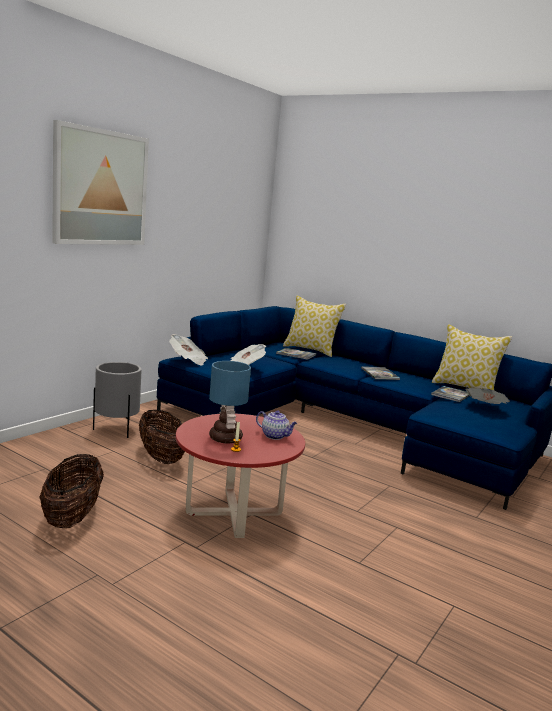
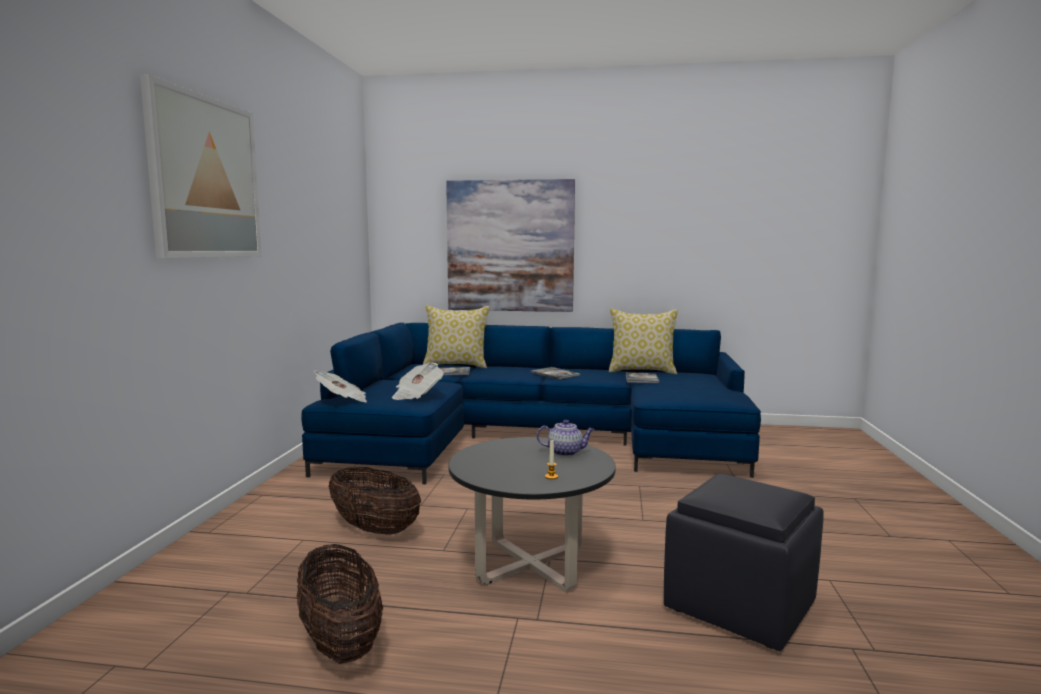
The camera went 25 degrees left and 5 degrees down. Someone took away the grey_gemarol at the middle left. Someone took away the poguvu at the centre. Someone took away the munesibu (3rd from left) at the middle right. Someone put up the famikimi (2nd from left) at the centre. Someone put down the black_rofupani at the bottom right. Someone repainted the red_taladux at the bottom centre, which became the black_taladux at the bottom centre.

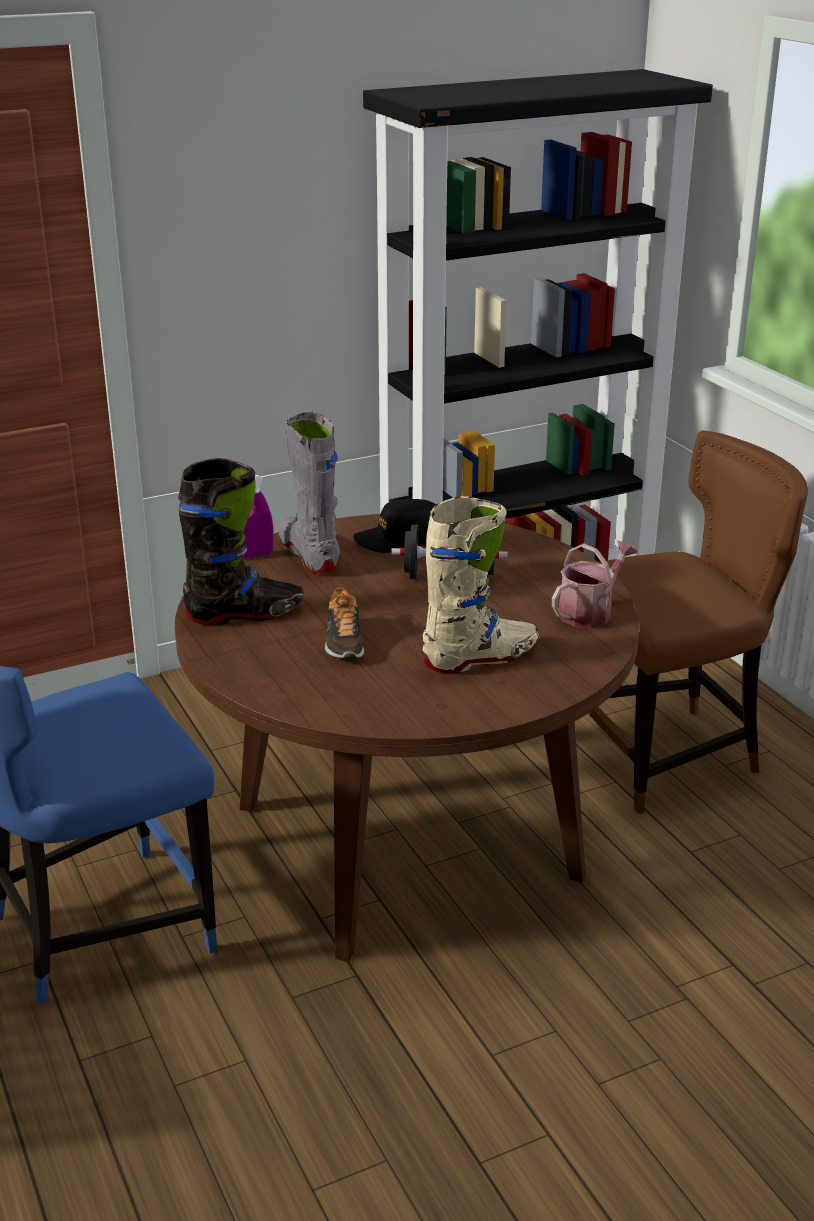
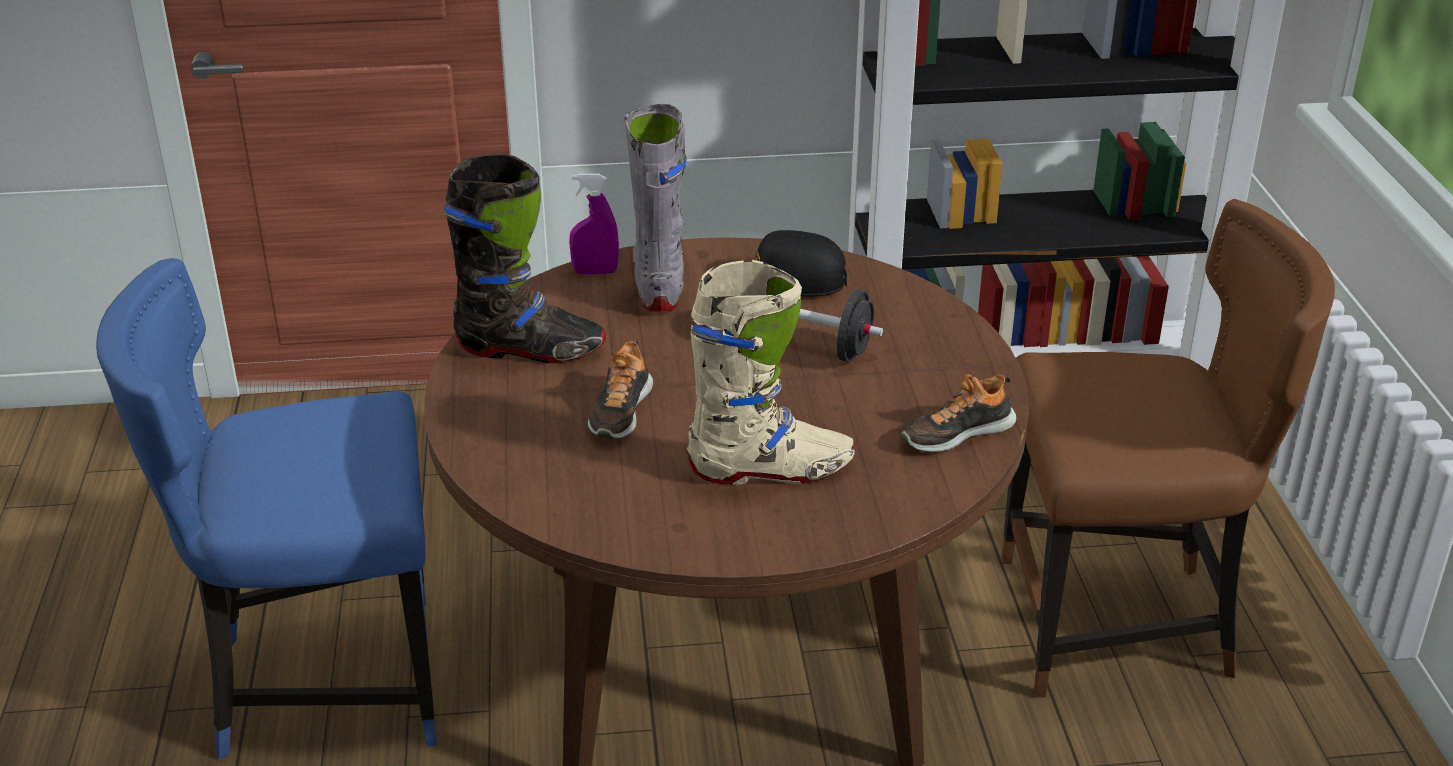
The camera went 20 degrees right and 5 degrees up. Someone swapped the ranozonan at the middle right for the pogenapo (2nd from left) at the centre.

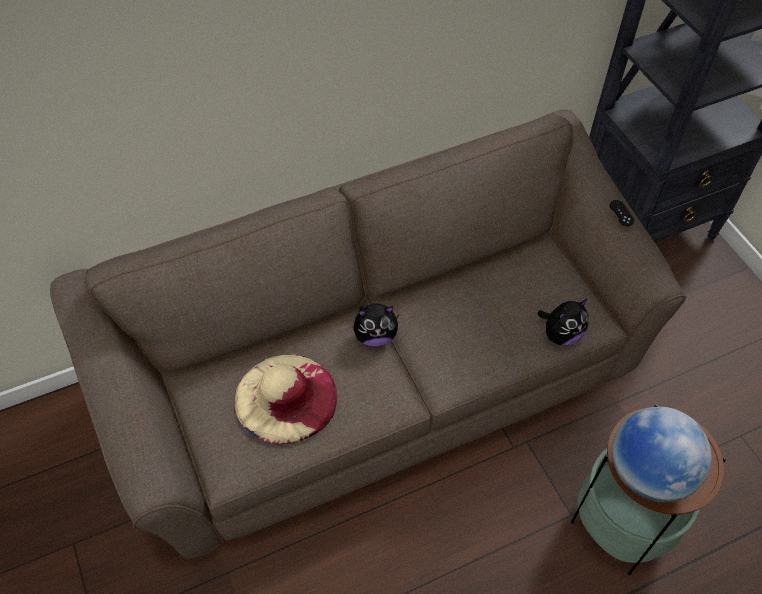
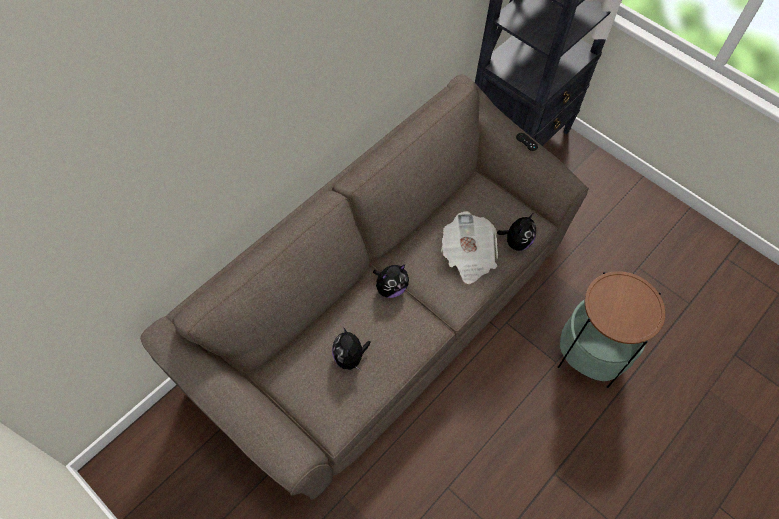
The camera went 25 degrees left and 5 degrees up. Someone took away the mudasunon at the bottom right. Someone put down the munesibu at the centre. Someone swapped the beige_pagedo at the bottom centre for the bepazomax (1st from left) at the bottom centre.

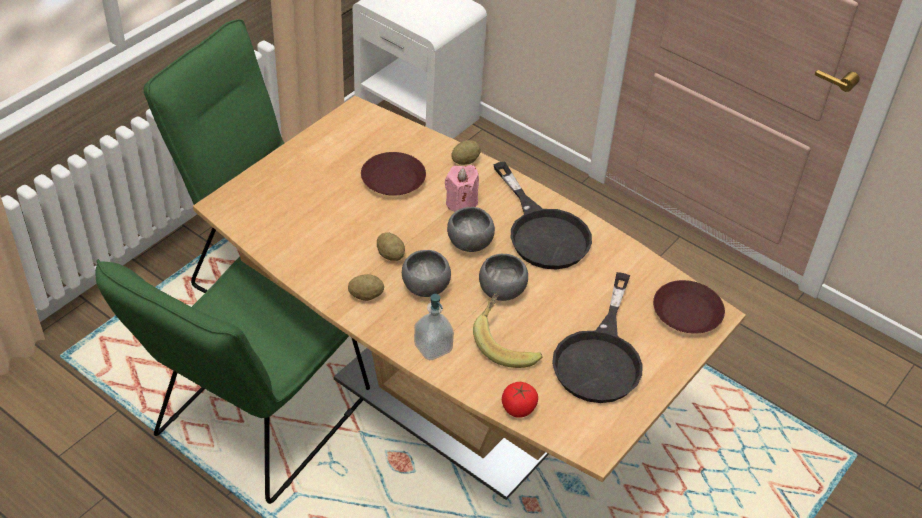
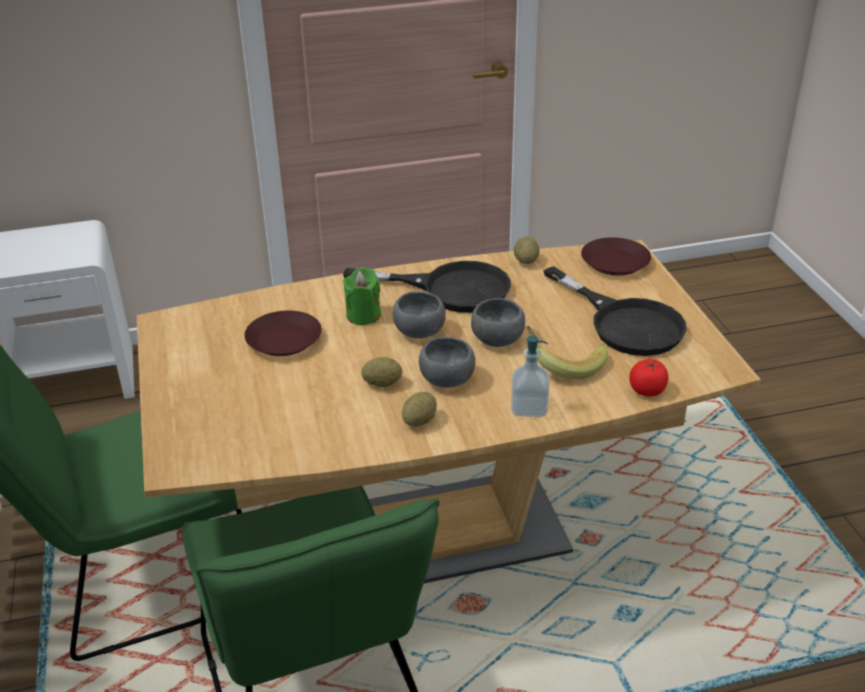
The camera went 50 degrees left and 10 degrees down. Someone carried the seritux (3rd from left) from the top centre to the centre. Someone repainted the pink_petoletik at the centre, which became the green_petoletik at the centre.

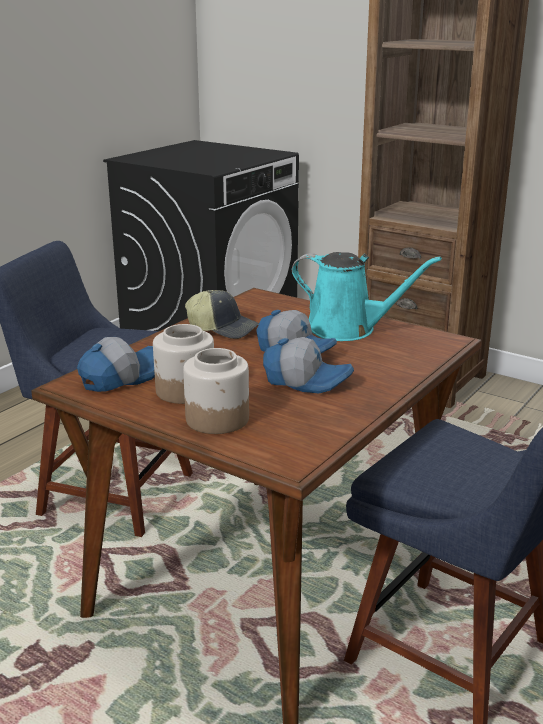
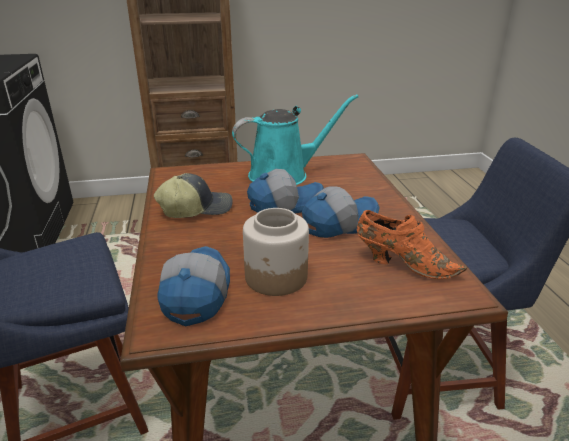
The camera went 45 degrees left and 5 degrees up. Someone took away the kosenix (2nd from left) at the centre. Someone put down the orange_pogenapo at the middle right.

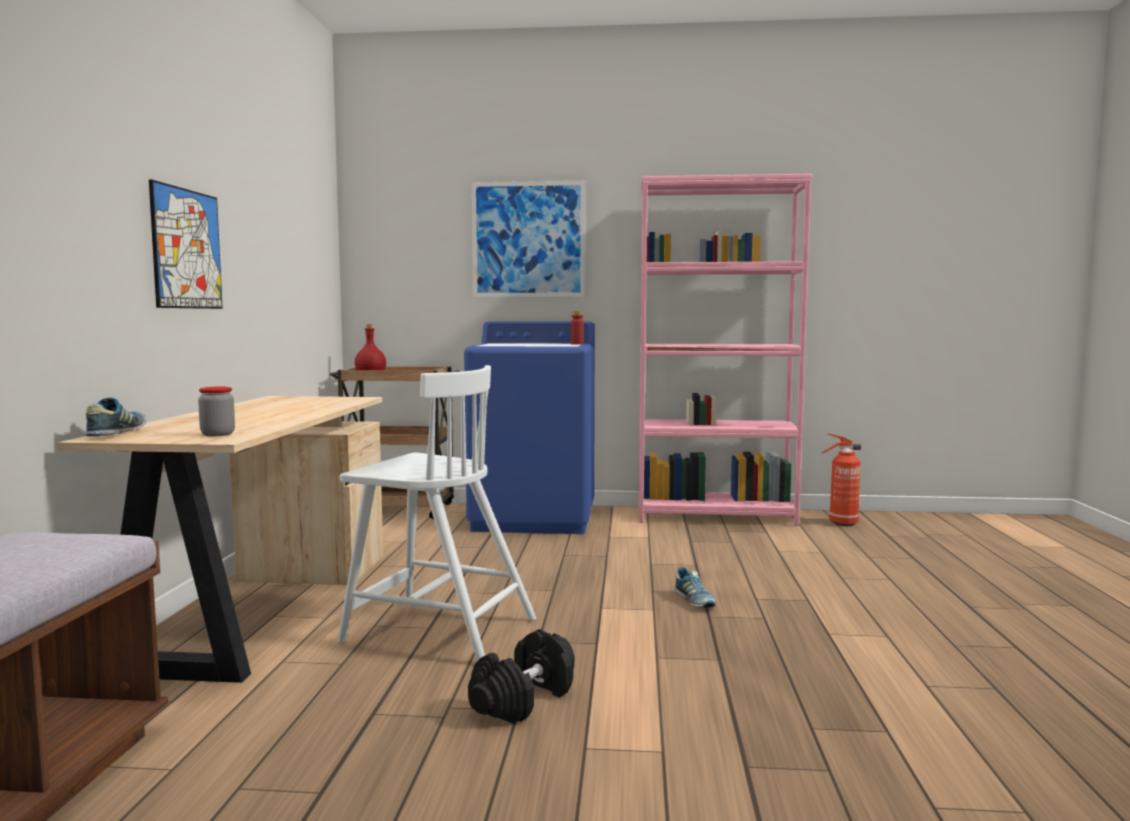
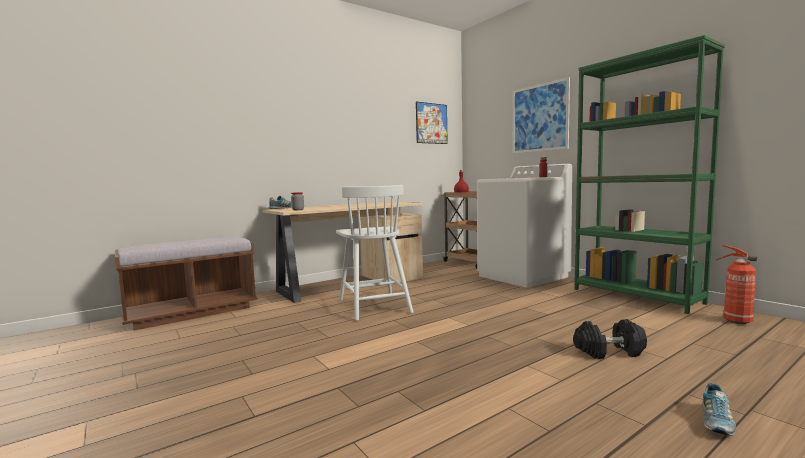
The camera went 50 degrees right and 0 degrees up. Someone carried the famikimi (1st from left) from the top left to the top centre. Someone carried the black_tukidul from the bottom centre to the bottom right. Someone carried the pogenapo (2nd from left) from the bottom centre to the bottom right. Someone repainted the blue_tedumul at the centre, which became the white_tedumul at the centre. Someone repainted the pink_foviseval at the centre, which became the green_foviseval at the middle right.

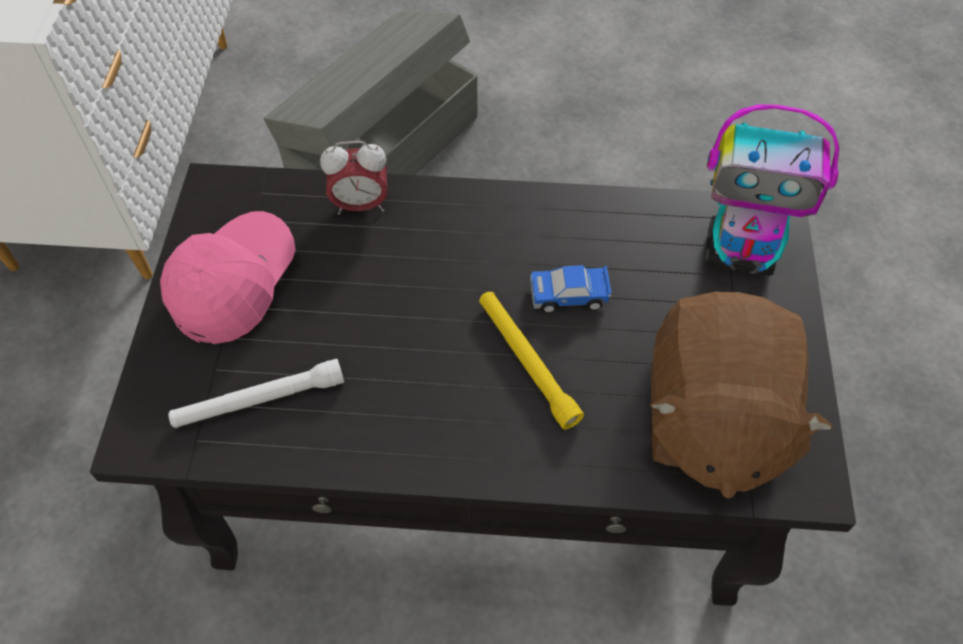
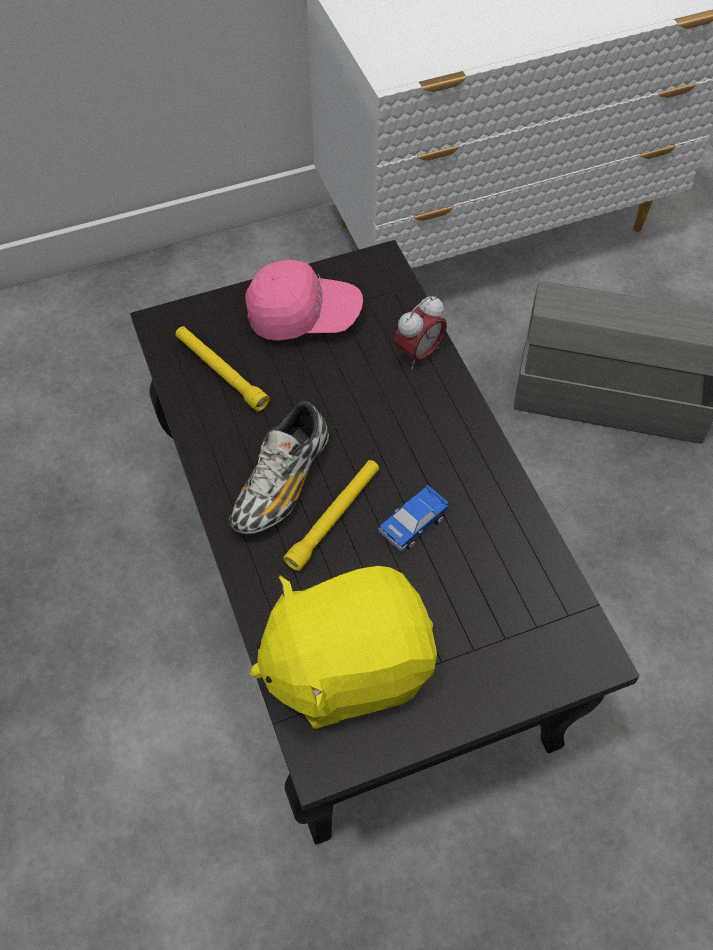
The camera went 65 degrees right and 0 degrees up. Someone took away the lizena at the top right. Someone put down the pogenapo at the centre. Someone repainted the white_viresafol at the middle left, which became the yellow_viresafol (1st from left) at the middle left. Someone repainted the brown_bepazomax at the middle right, which became the yellow_bepazomax at the bottom centre. Someone rotated the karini at the top centre by 105 degrees counterclockwise. Someone rotated the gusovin at the centre by 105 degrees counterclockwise.

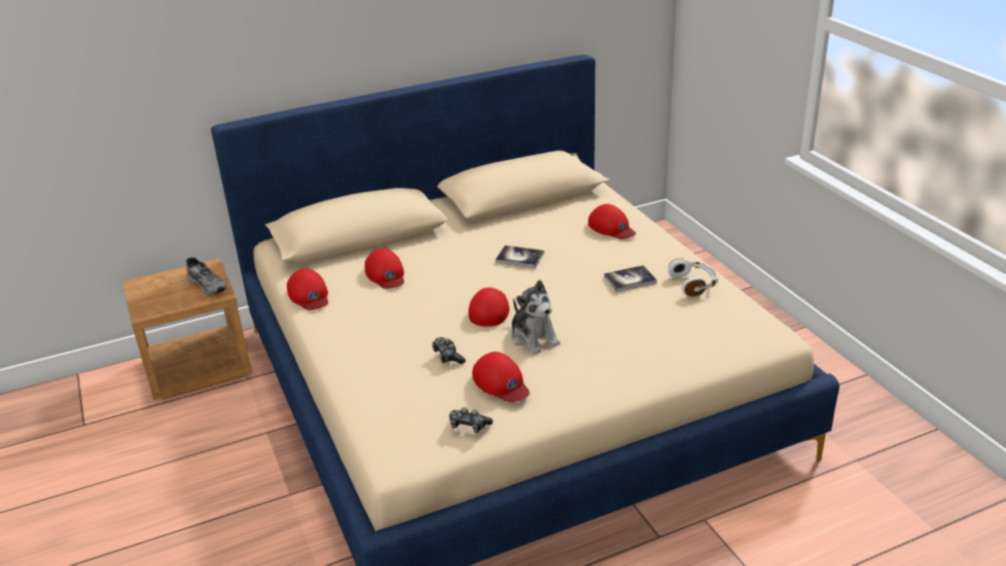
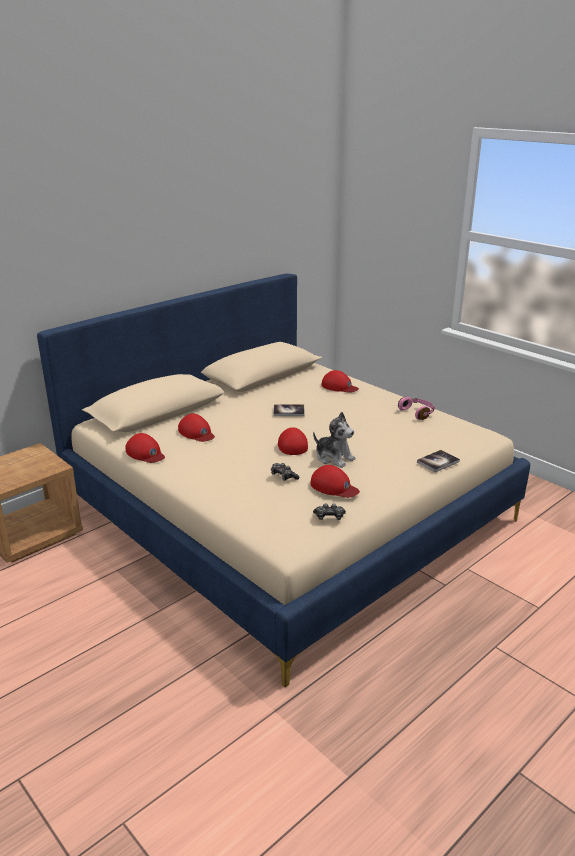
The camera went 20 degrees left and 5 degrees down. Someone took away the grey_pogenapo at the middle left. Someone carried the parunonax (2nd from left) from the centre to the middle right. Someone repainted the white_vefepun at the middle right, which became the pink_vefepun at the middle right.

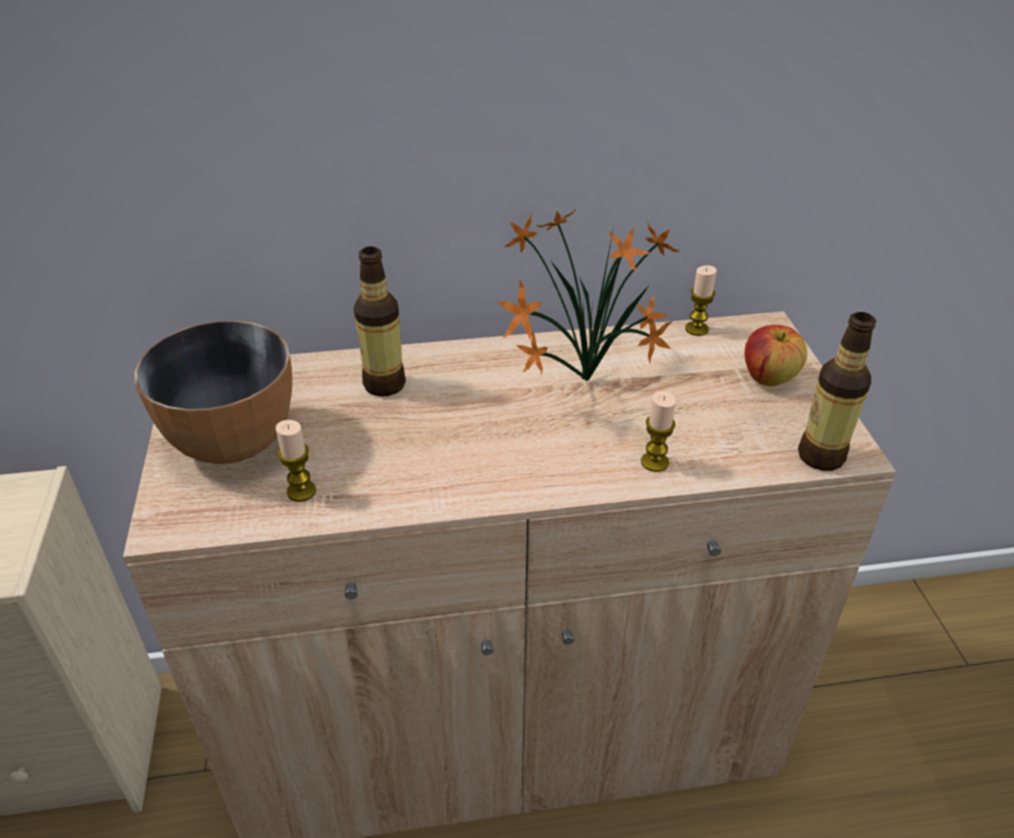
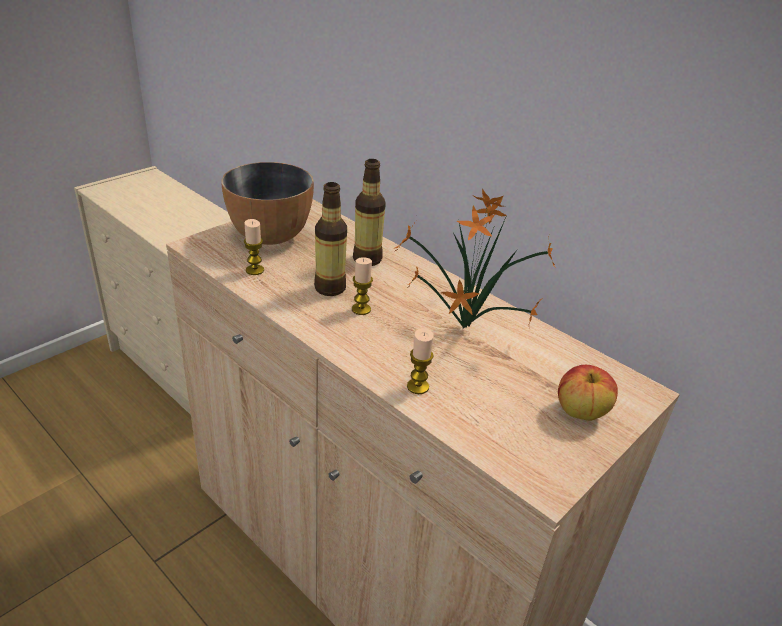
The camera went 50 degrees right and 5 degrees down. Someone carried the petoletik (3rd from left in the first image) from the middle right to the centre. Someone carried the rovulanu (2nd from left in the first image) from the middle right to the centre.

